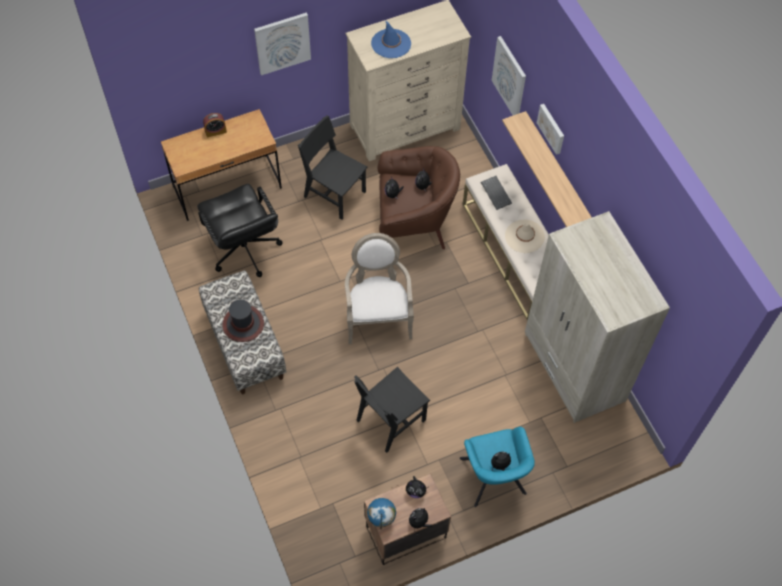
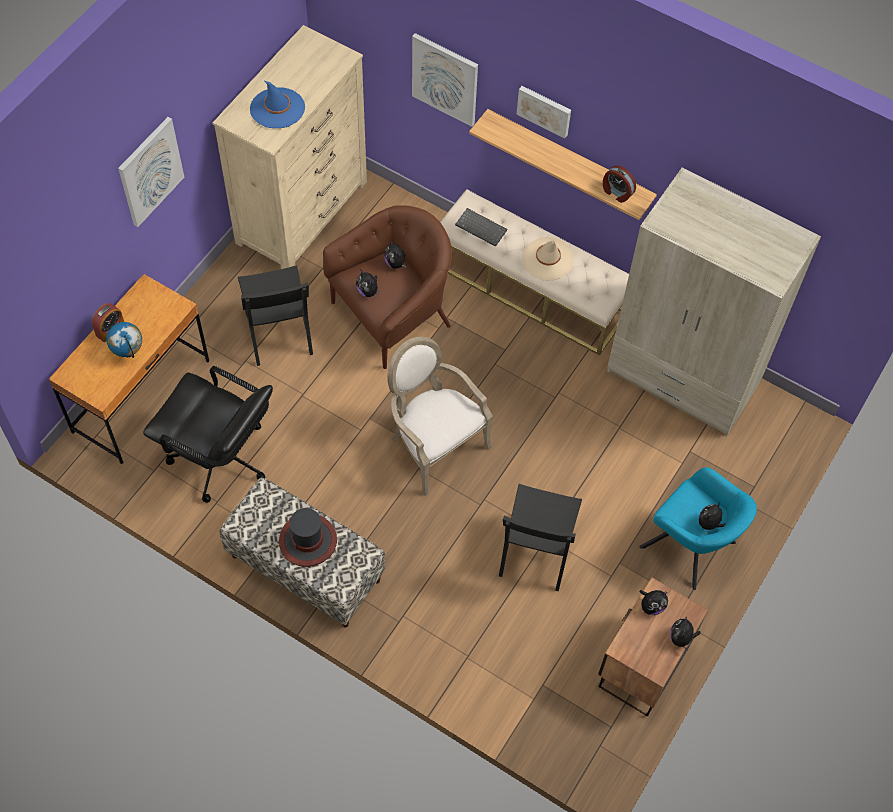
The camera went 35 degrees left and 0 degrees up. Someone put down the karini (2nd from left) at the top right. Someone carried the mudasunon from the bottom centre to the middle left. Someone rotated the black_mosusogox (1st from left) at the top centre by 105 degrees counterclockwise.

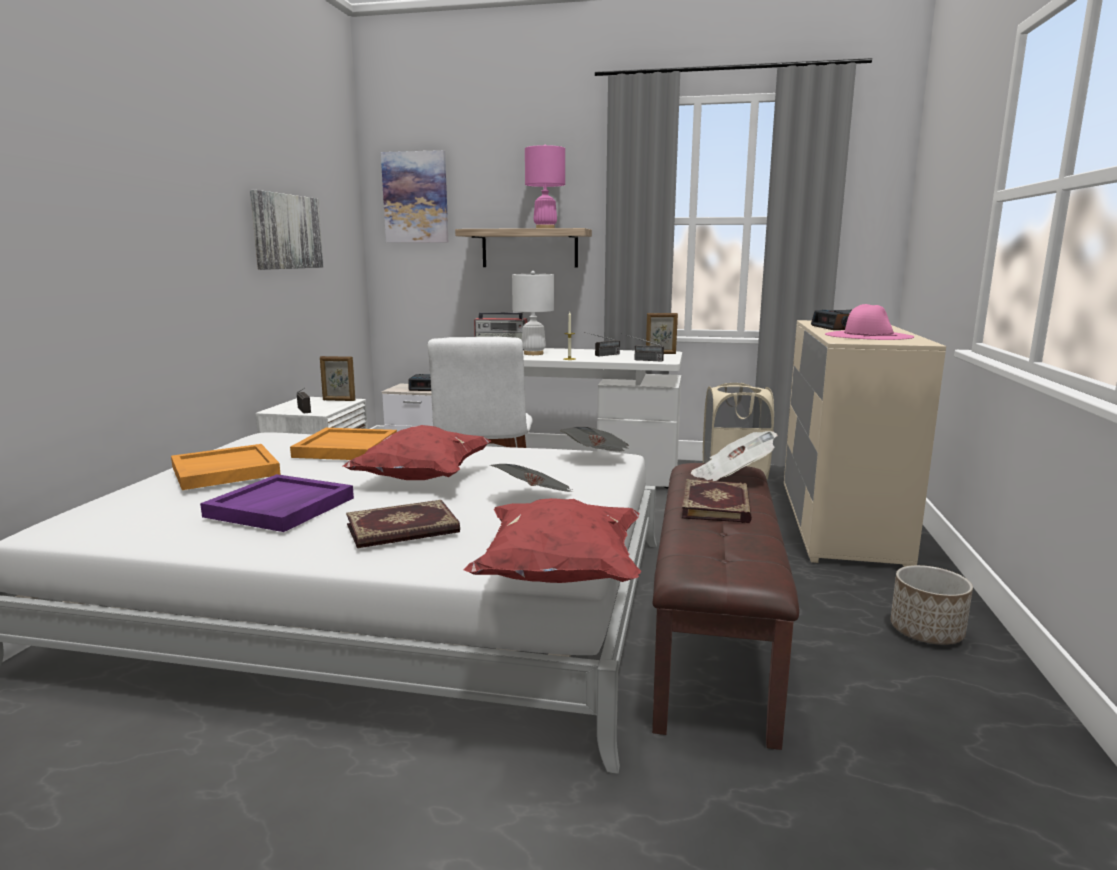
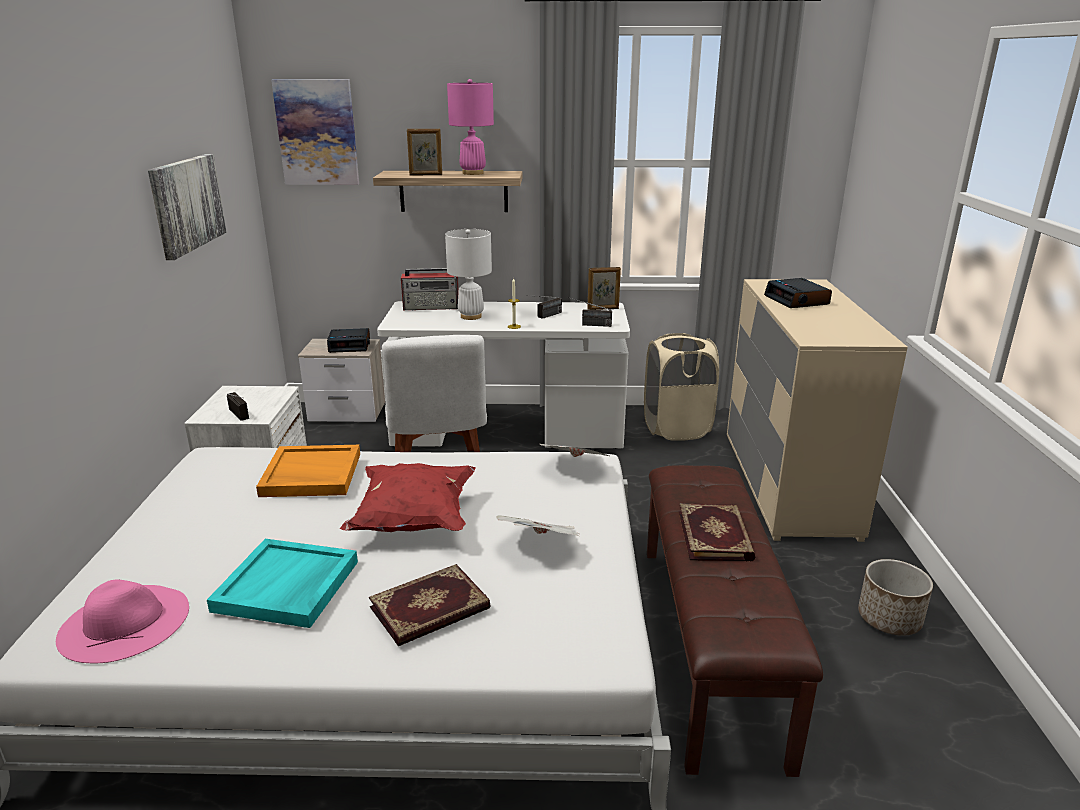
The camera went 10 degrees left and 10 degrees up. Someone took away the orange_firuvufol (1st from left) at the middle left. Someone took away the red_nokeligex (2nd from left) at the centre. Someone took away the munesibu (3rd from left) at the centre. Someone carried the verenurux (1st from left) from the middle left to the top centre. Someone carried the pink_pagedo from the middle right to the bottom left. Someone repainted the purple_firuvufol at the middle left, which became the turquoise_firuvufol at the bottom left.

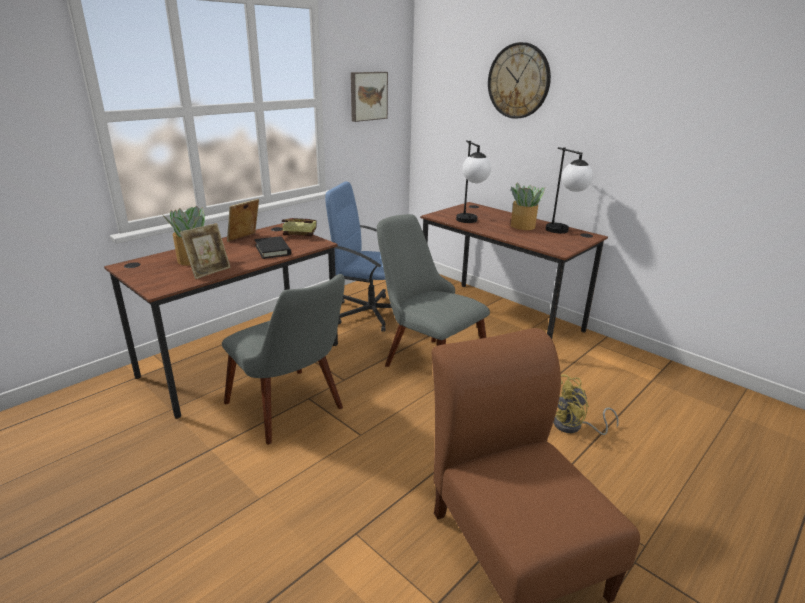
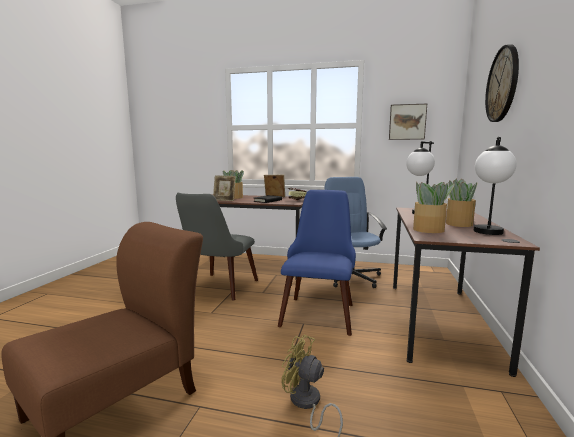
The camera went 60 degrees right and 15 degrees down. Someone put down the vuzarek (2nd from left) at the middle right. Someone repainted the grey_mosusogox (2nd from left) at the centre, which became the blue_mosusogox at the centre.

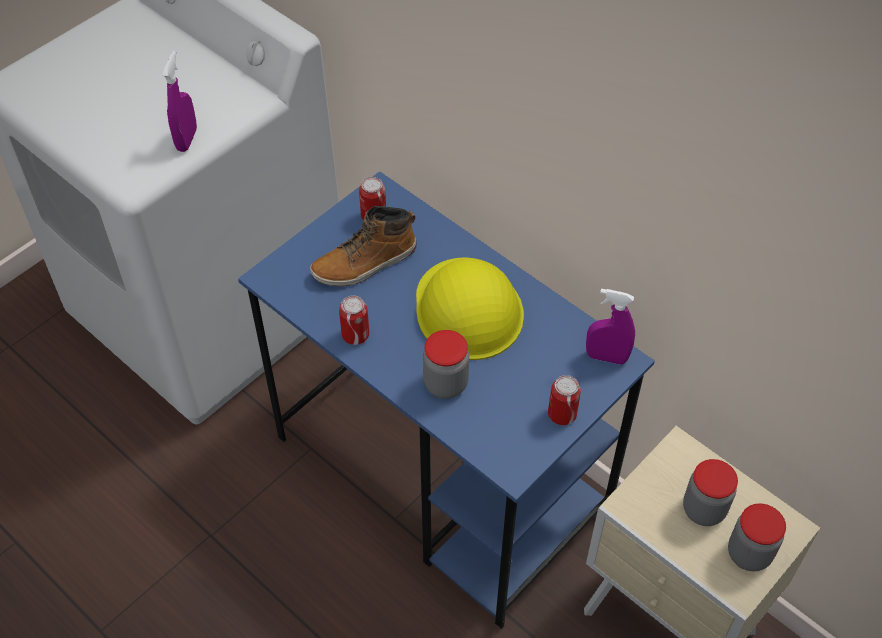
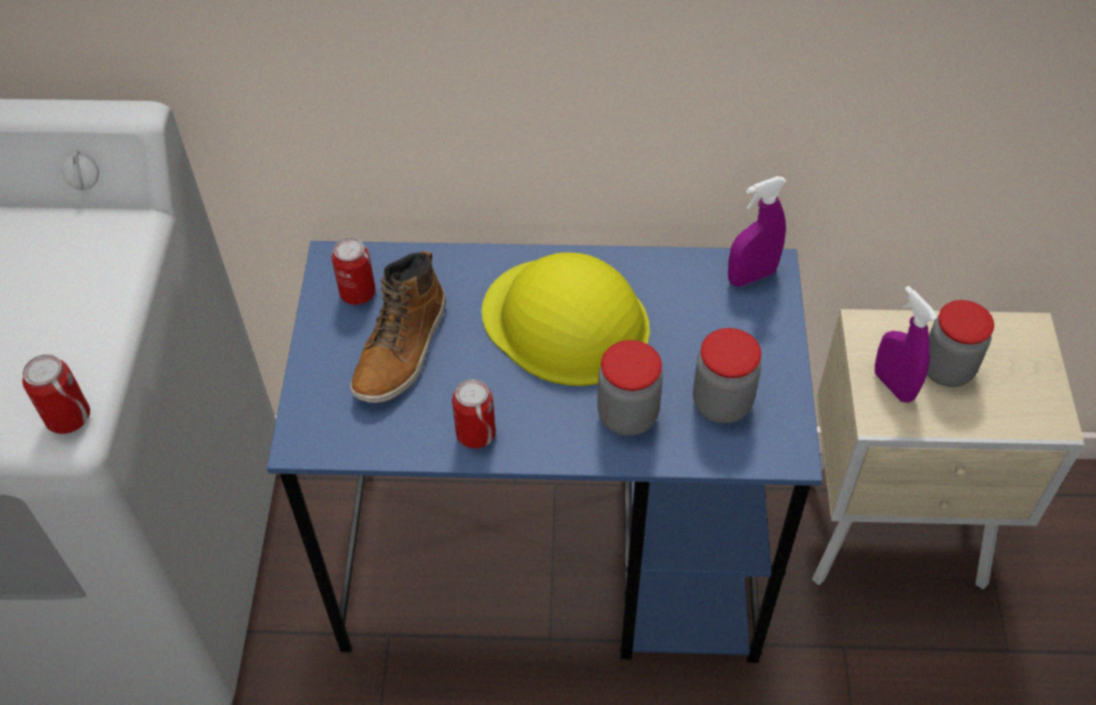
The camera went 40 degrees left and 0 degrees up. Someone carried the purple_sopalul (1st from left in the first image) from the top left to the middle right. Someone carried the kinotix (3rd from left in the first image) from the centre to the middle left. Someone carried the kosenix (3rd from left in the first image) from the bottom right to the centre.

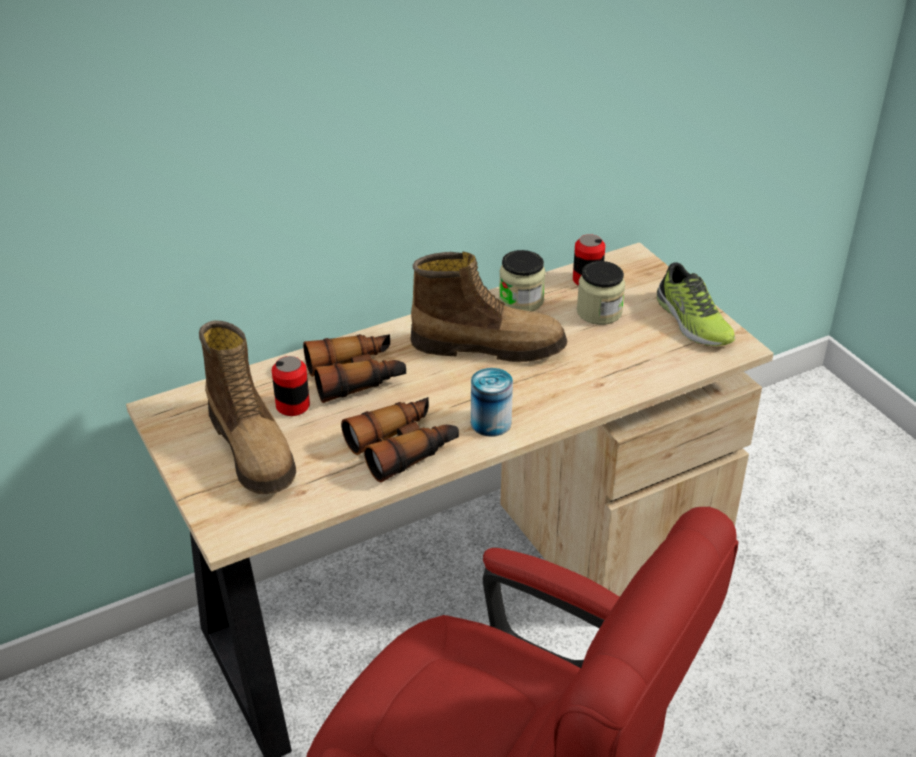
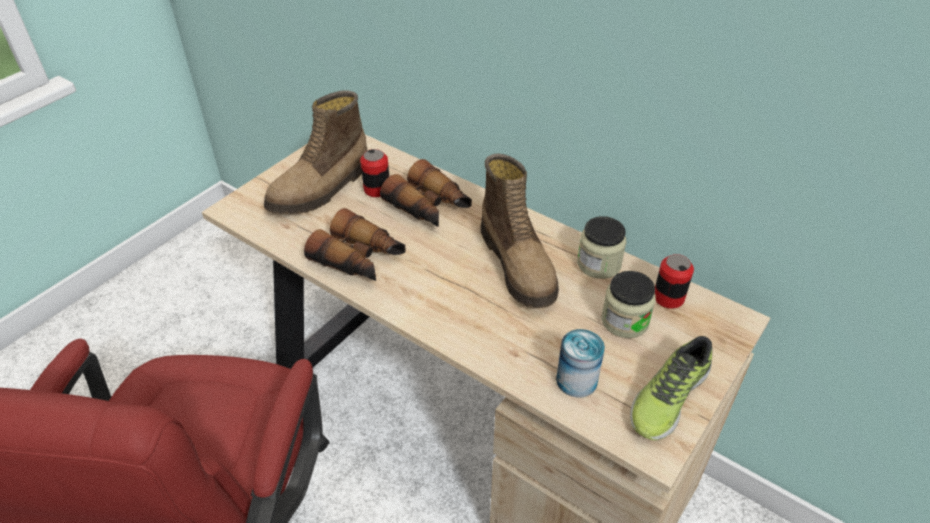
The camera went 65 degrees right and 5 degrees up. Someone carried the kinotix (2nd from left) from the centre to the bottom centre.

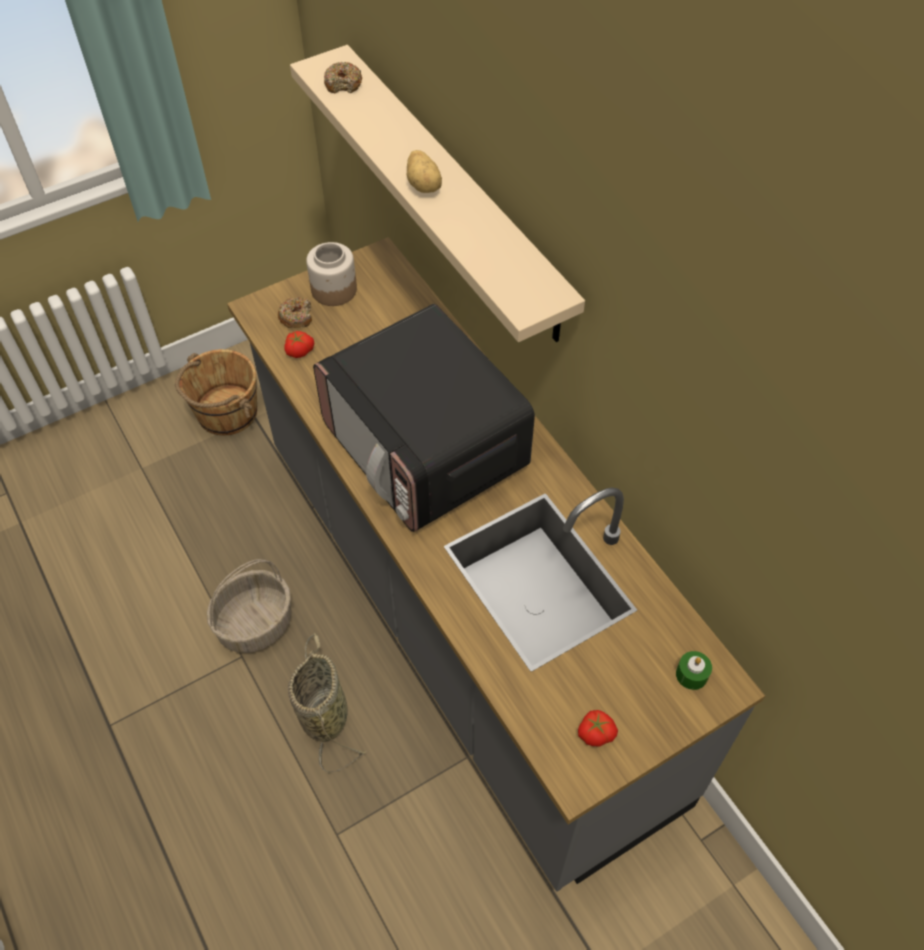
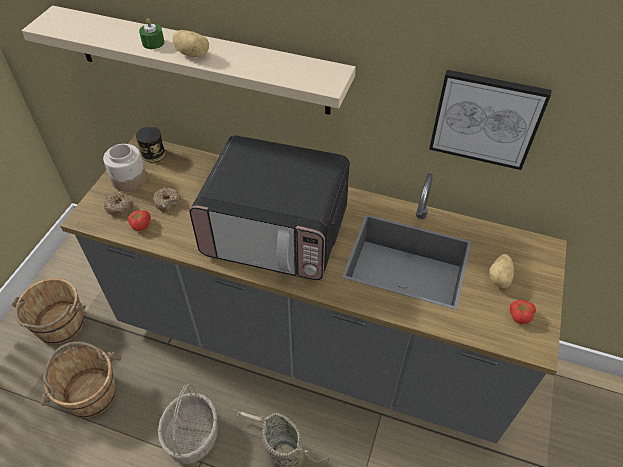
The camera went 40 degrees left and 5 degrees down. Someone put down the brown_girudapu (2nd from left) at the bottom left. Someone put down the kinotix at the top left. Someone put up the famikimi at the top right. Someone put down the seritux (2nd from left) at the middle right. Someone carried the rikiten (2nd from left) from the top centre to the middle left. Someone carried the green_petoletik from the bottom right to the top left.

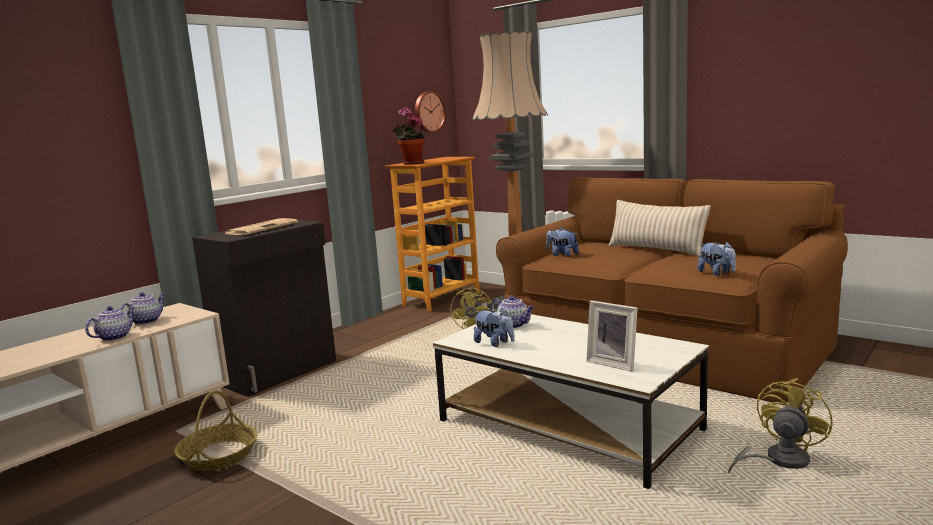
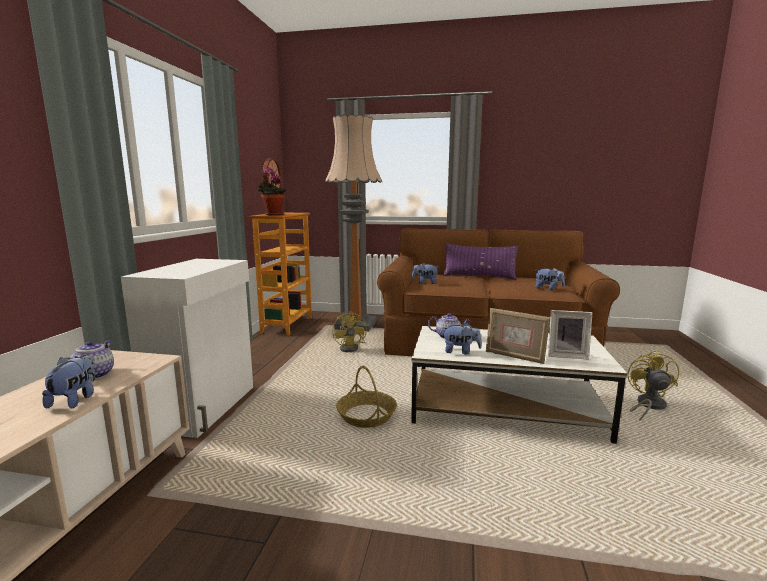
The camera went 30 degrees left and 0 degrees up. Someone took away the munesibu at the middle left. Someone put down the verenurux (1st from left) at the middle right. Someone carried the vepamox from the bottom left to the bottom centre. Someone swapped the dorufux (1st from left) at the middle left for the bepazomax (1st from left) at the middle left. Someone repainted the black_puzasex at the middle left, which became the white_puzasex at the middle left. Someone repainted the beige_nokeligex at the middle right, which became the purple_nokeligex at the centre.

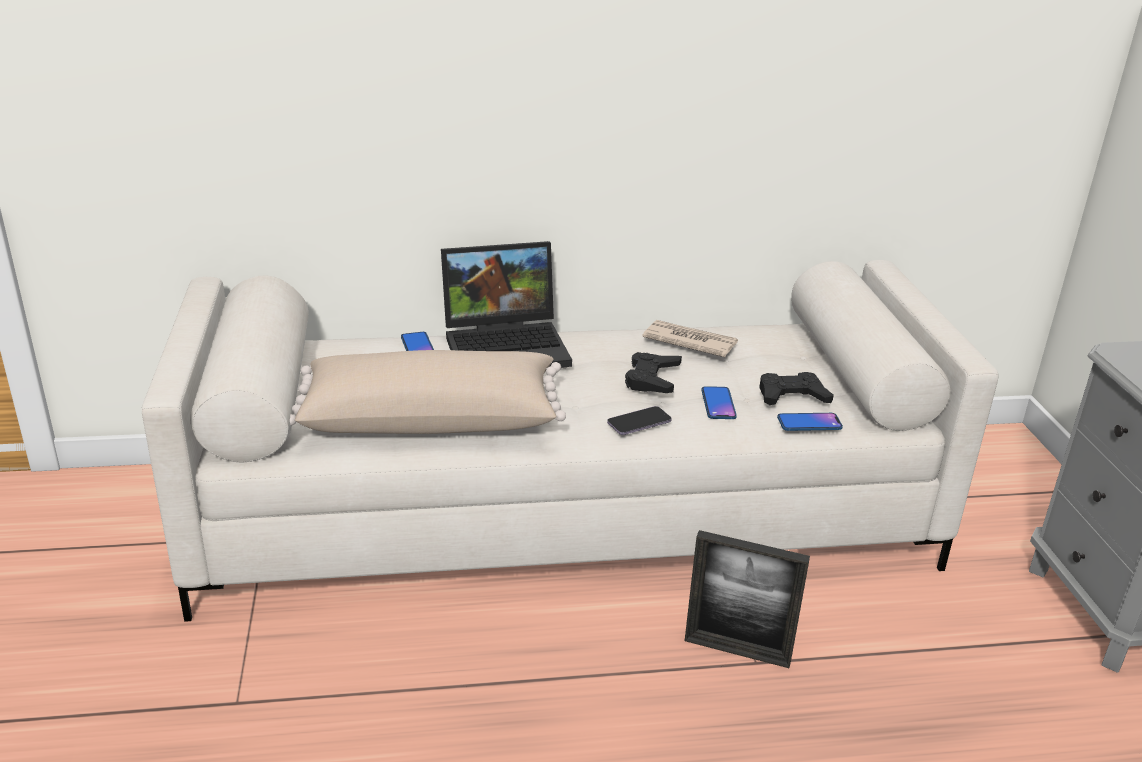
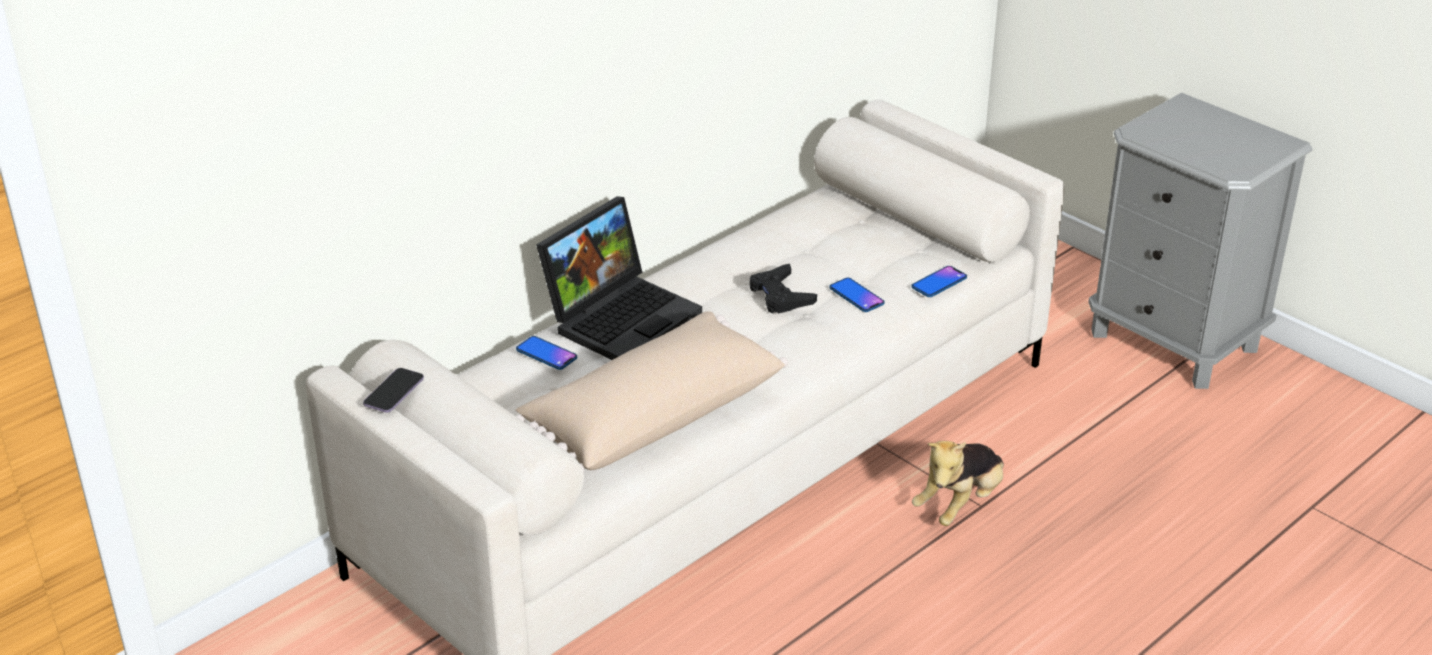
The camera went 35 degrees left and 5 degrees up. Someone took away the munesibu at the centre. Someone took away the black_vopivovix (2nd from left) at the middle right. Someone carried the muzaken (2nd from left in the first image) from the centre to the middle left. Someone swapped the verenurux at the bottom centre for the bepazomax at the bottom right.

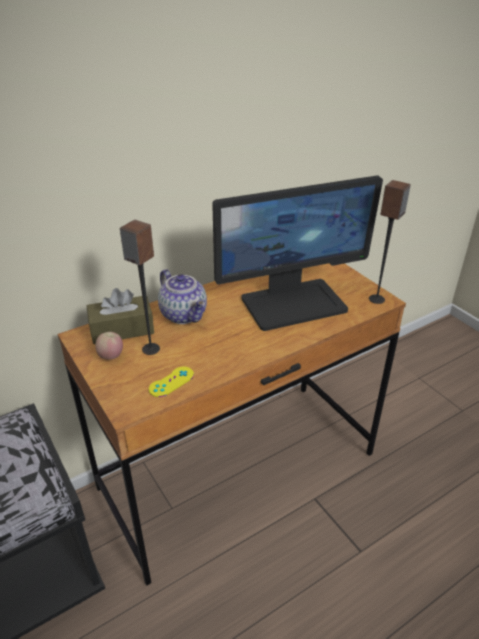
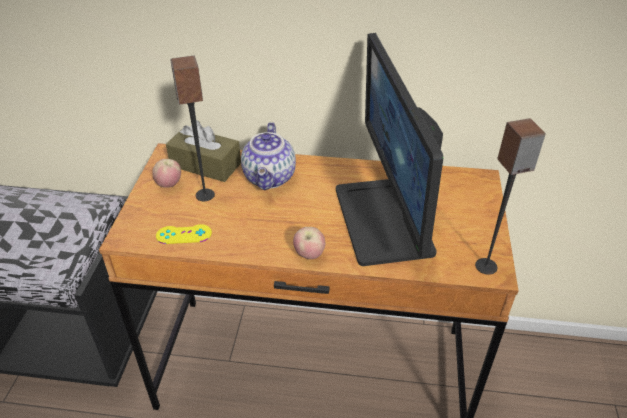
The camera went 40 degrees right and 5 degrees up. Someone put down the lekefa (2nd from left) at the centre. Someone rotated the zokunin at the centre by 60 degrees clockwise.

